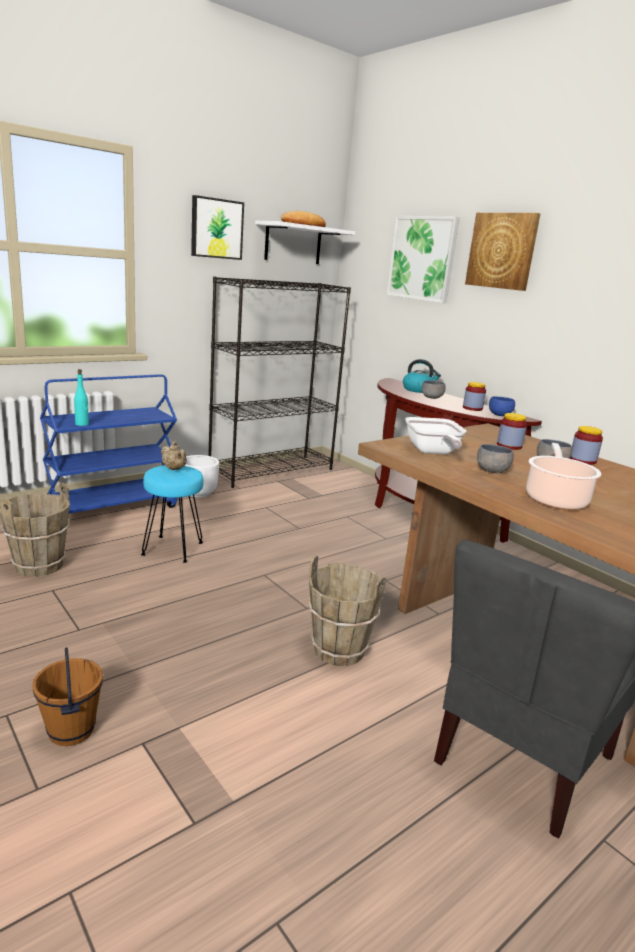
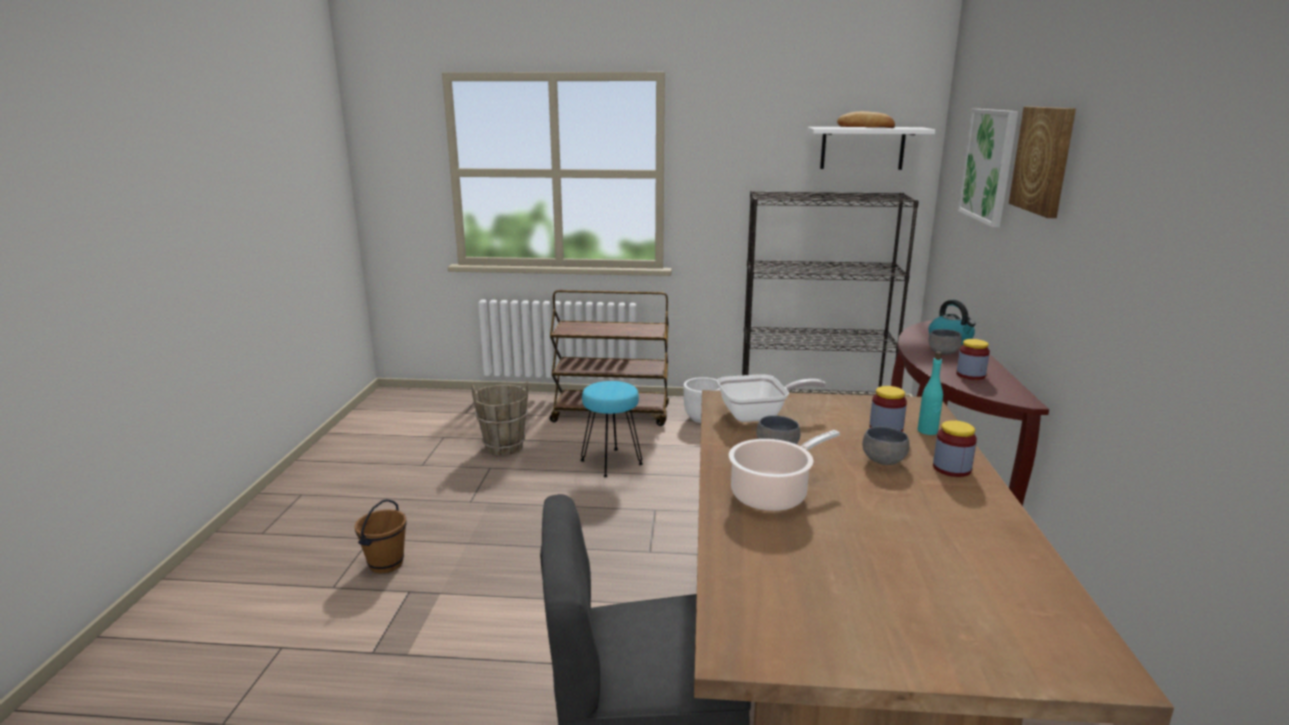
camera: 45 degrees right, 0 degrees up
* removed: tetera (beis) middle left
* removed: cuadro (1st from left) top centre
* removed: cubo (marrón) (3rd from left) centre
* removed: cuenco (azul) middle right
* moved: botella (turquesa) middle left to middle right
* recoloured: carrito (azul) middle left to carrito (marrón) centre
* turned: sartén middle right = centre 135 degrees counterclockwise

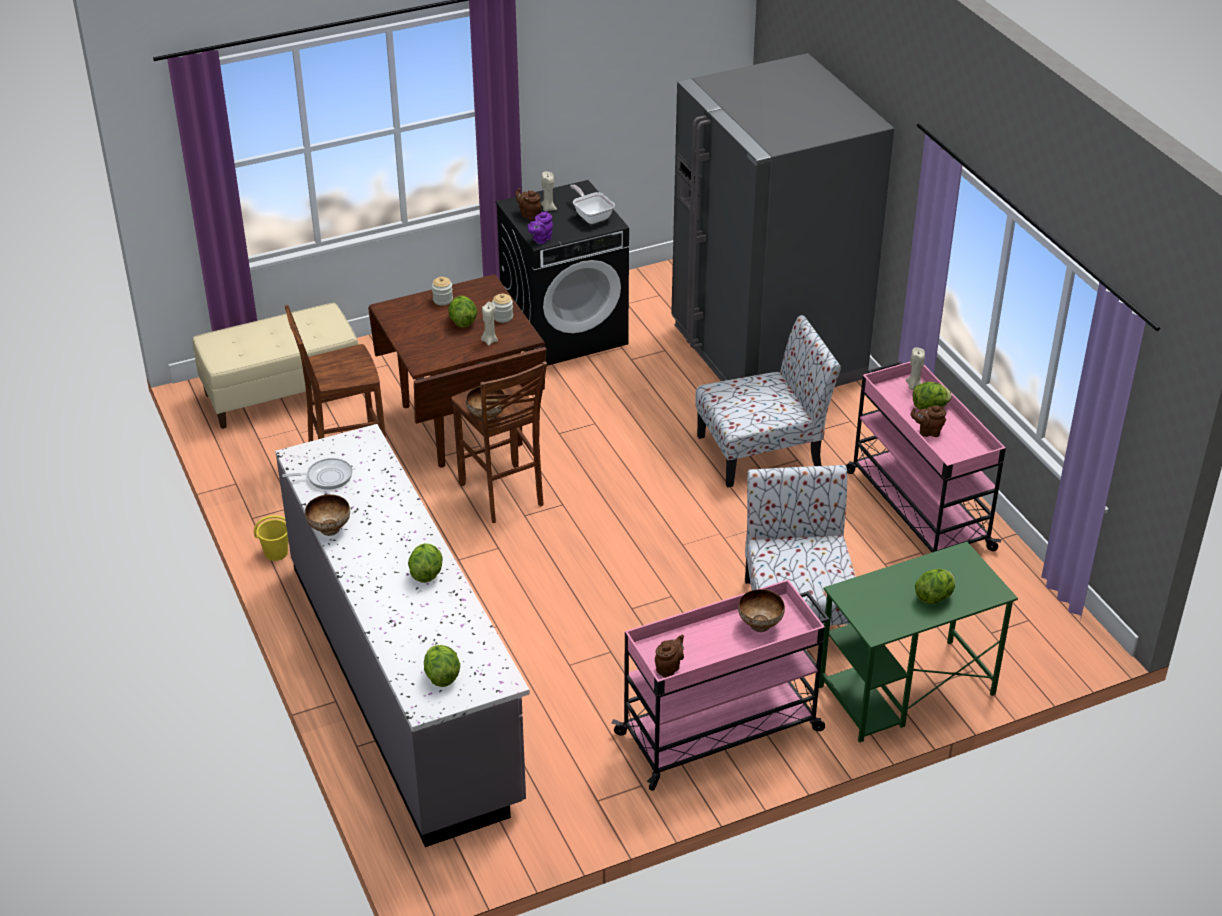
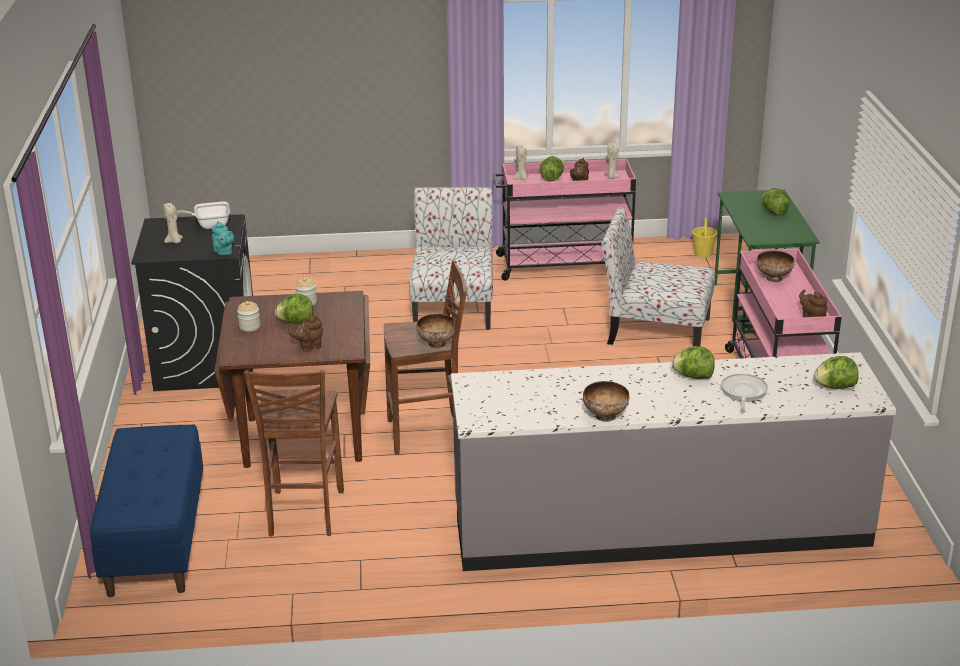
camera: 70 degrees left, 10 degrees down
* removed: nevera (gris) top centre
* moved: cubo (amarillo) middle left to middle right
* moved: sartén (1st from left in the first image) middle left to sartén (2nd from left) middle right
* moved: vela (beis) (1st from left in the first image) centre to vela (beis) (3rd from left) top centre
* moved: tetera (marrón) (1st from left) top centre to middle left
* recoloured: banco (beis) middle left to banco (azul) bottom left
* recoloured: tetera (morado) top centre to tetera (turquesa) middle left

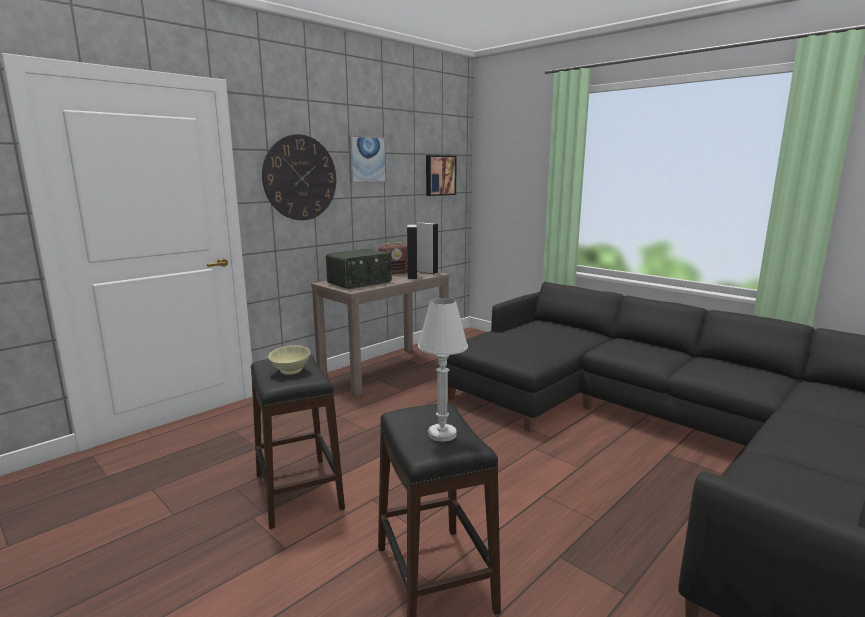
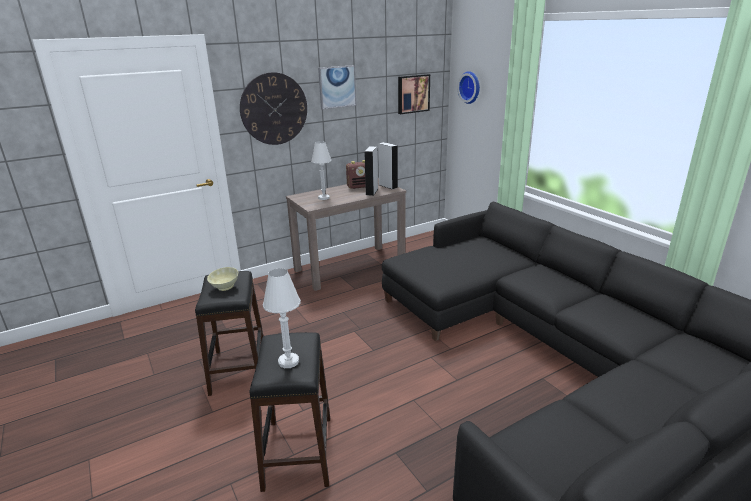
camera: 15 degrees right, 10 degrees up
* added: reloj de pared (2nd from left) top centre
* replaced: radio (1st from left) centre to lámpara de mesa (blanco) (2nd from left) centre

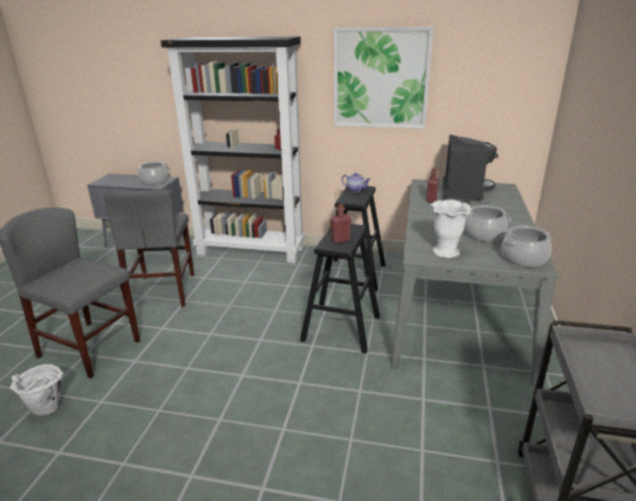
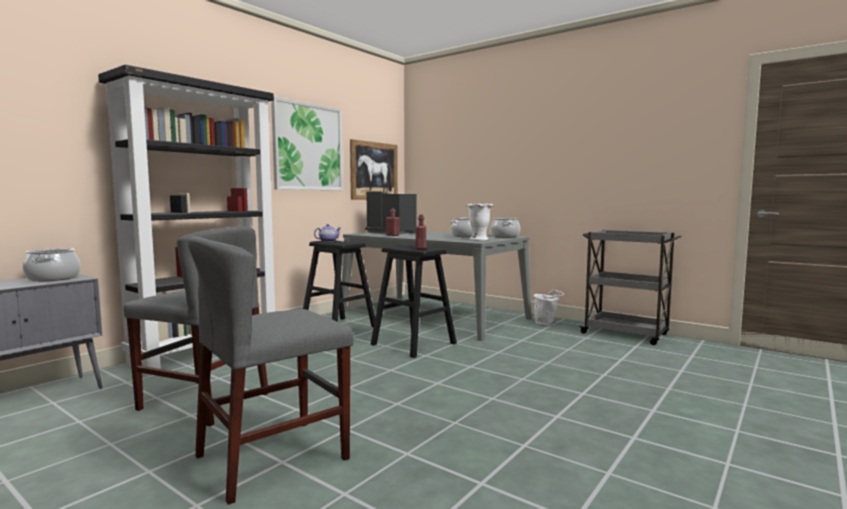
camera: 65 degrees left, 20 degrees down
* added: cuadro (2nd from left) top centre
* moved: cubo (blanco) bottom left to centre

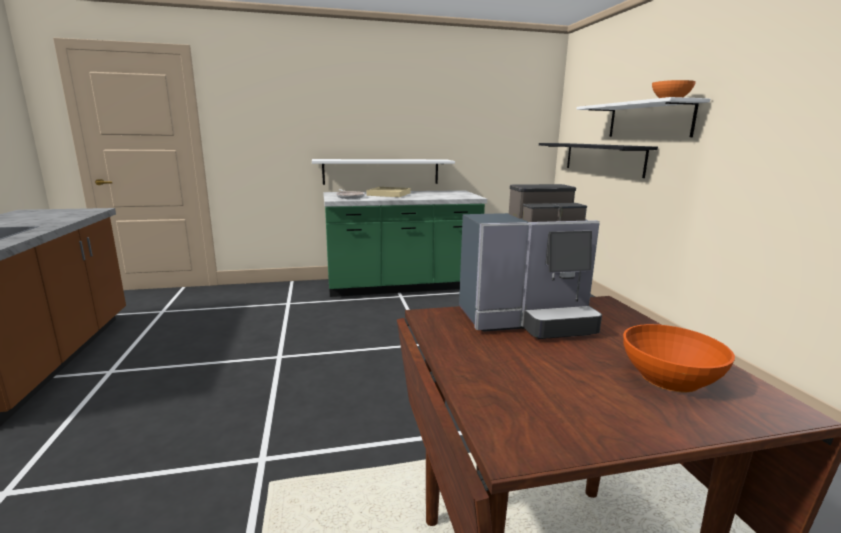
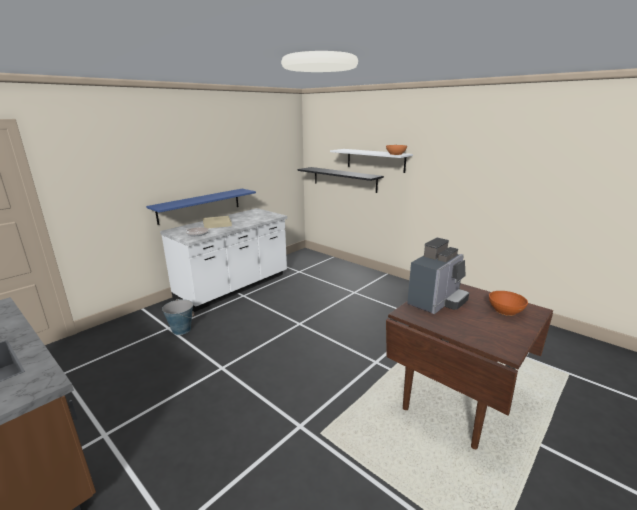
camera: 35 degrees left, 5 degrees up
* added: cubo middle left
* recoloured: estante (blanco) (1st from left) top centre to estante (azul) middle left
* recoloured: mueble bajo de cocina (verde) centre to mueble bajo de cocina (blanco) centre

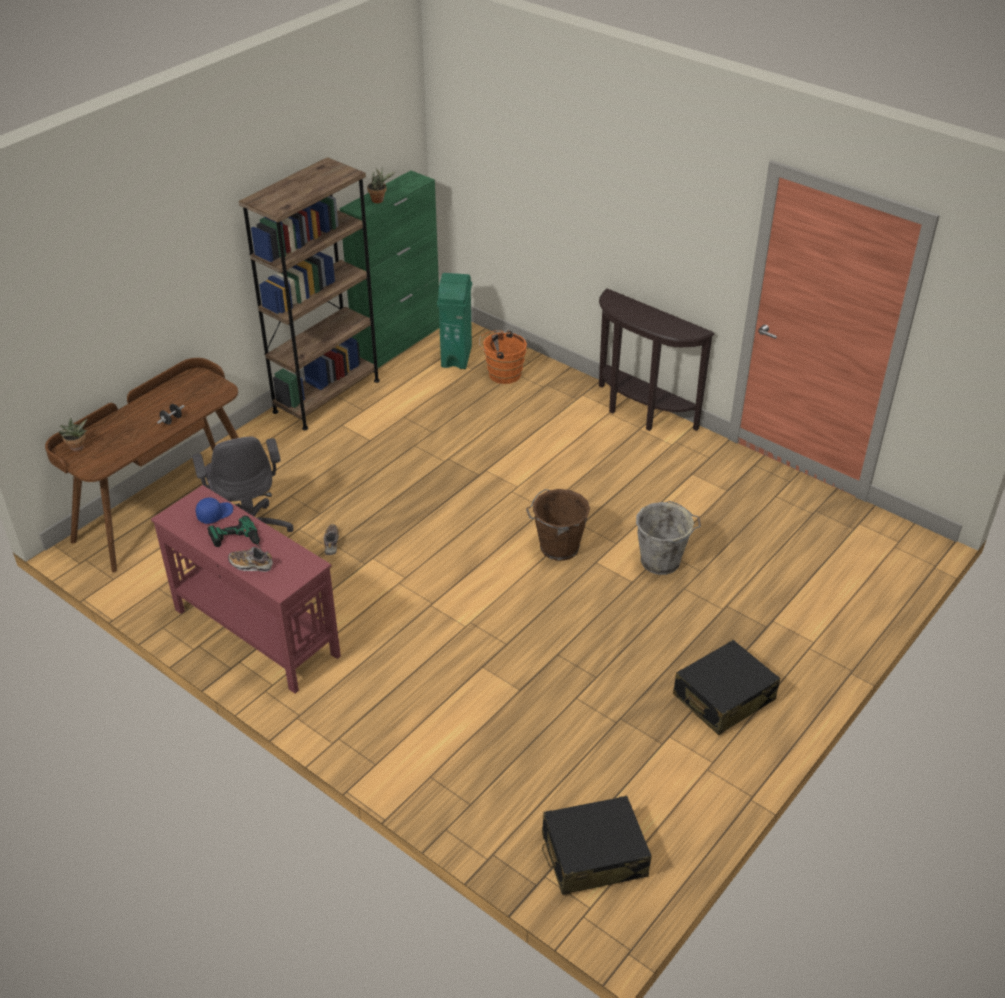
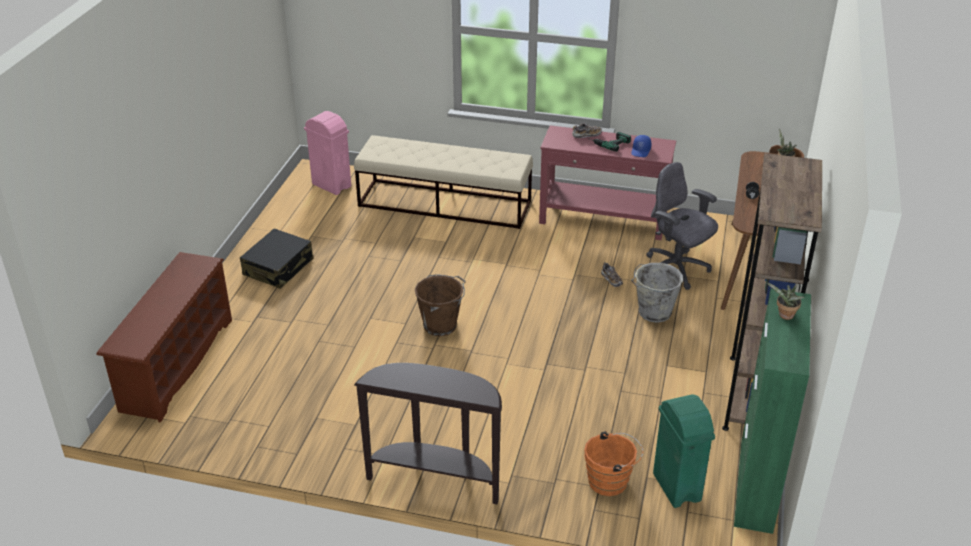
camera: 155 degrees right, 5 degrees down
* added: zapatero (marrón) middle left
* added: banco (beis) centre
* moved: cubo (gris) centre to middle right
* replaced: maleta (negro) (1st from left) bottom centre to papelera (rosa) top centre

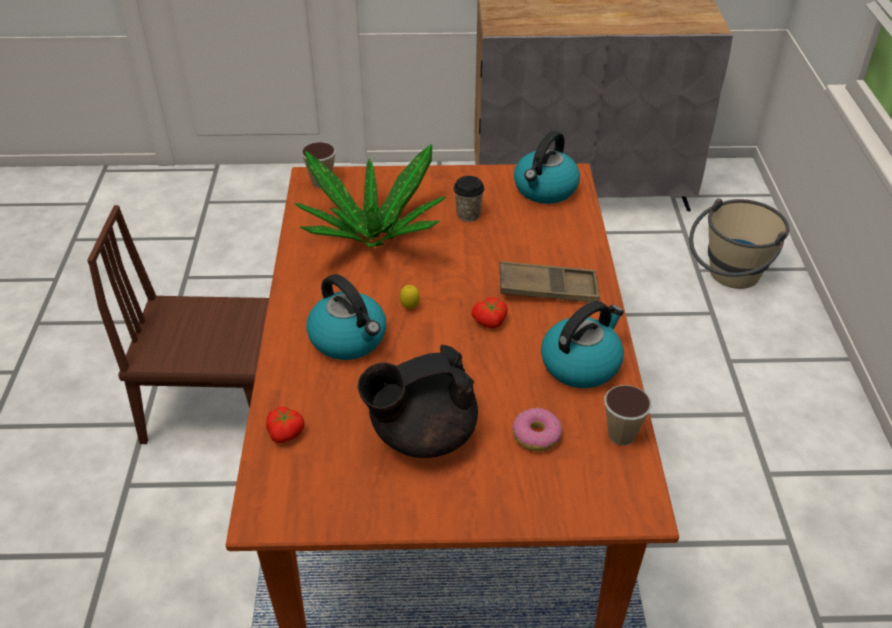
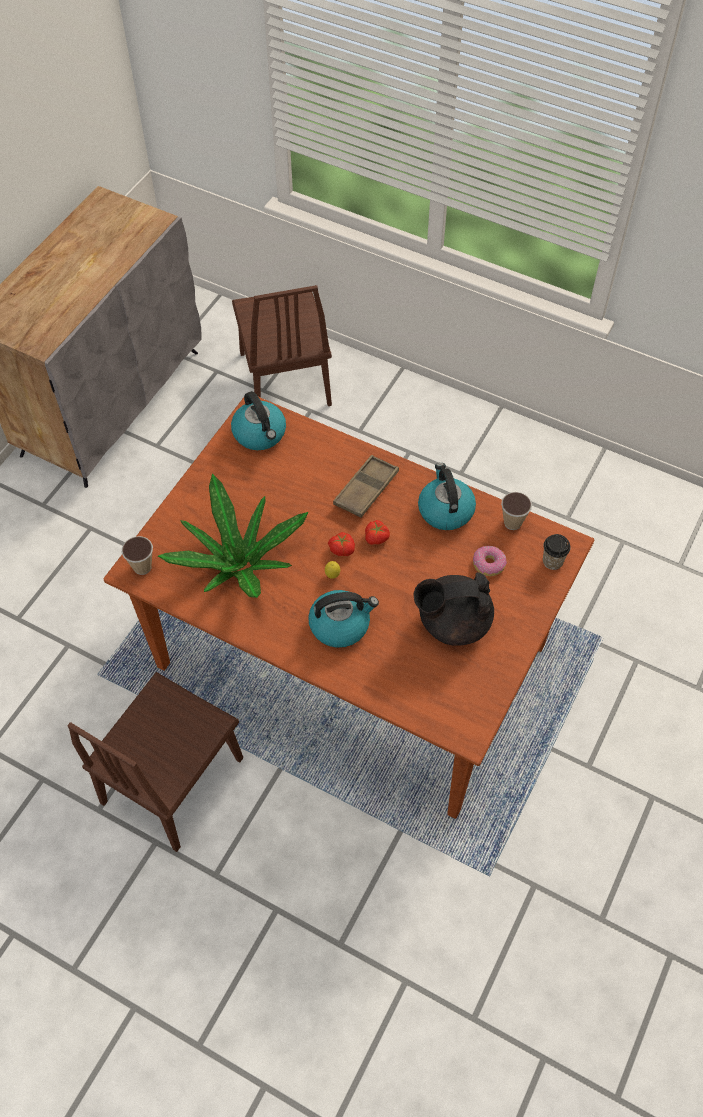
camera: 60 degrees left, 15 degrees up
* moved: tomate (1st from left) bottom left to centre
* moved: taza (2nd from left in the first image) top centre to taza (3rd from left) middle right
* replaced: cubo (beis) middle right to silla (marrón) (2nd from left) top centre
* turned: tetera (negro) centre = centre 75 degrees clockwise

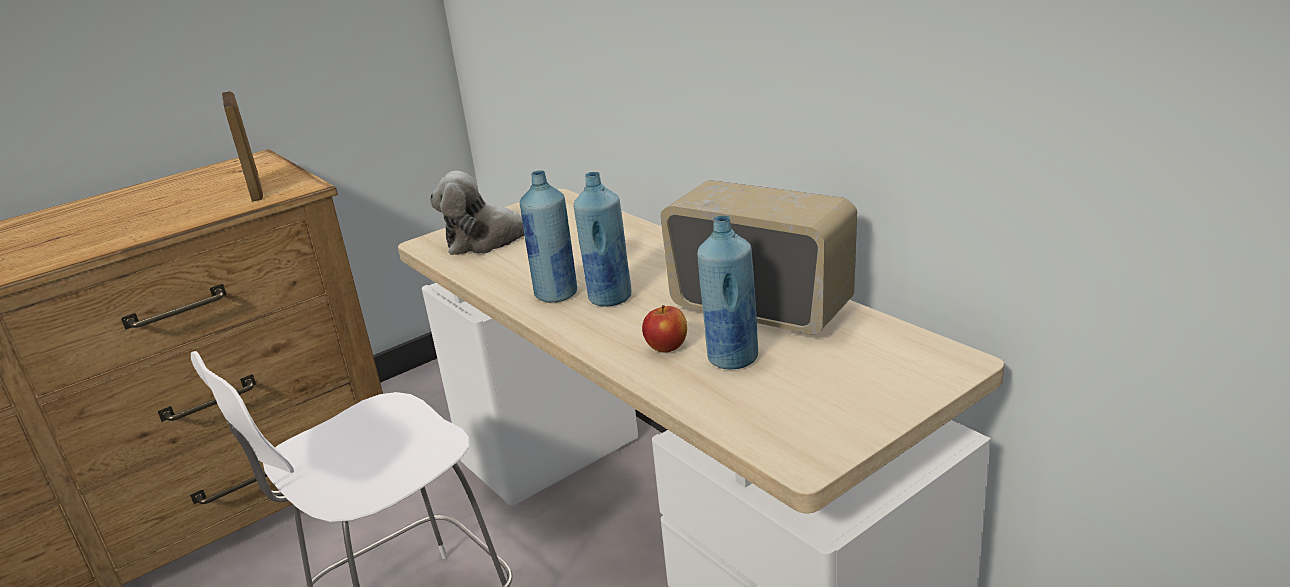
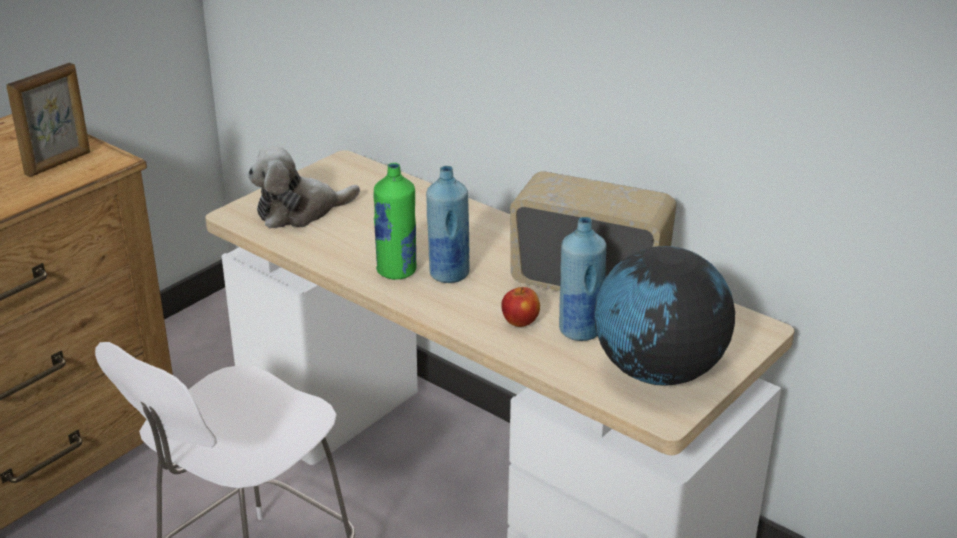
camera: 15 degrees left, 5 degrees up
* added: globo terráqueo middle right
* recoloured: botella (azul) (1st from left) centre to botella (verde) centre
* turned: portarretratos top left = top left 75 degrees clockwise

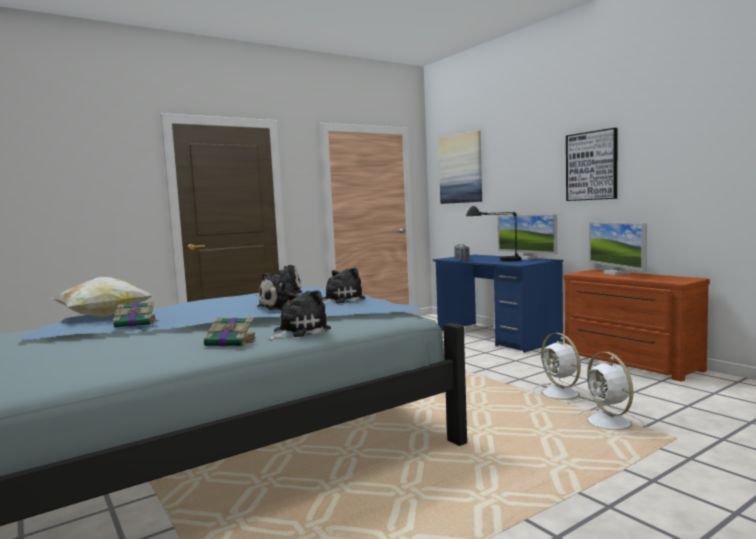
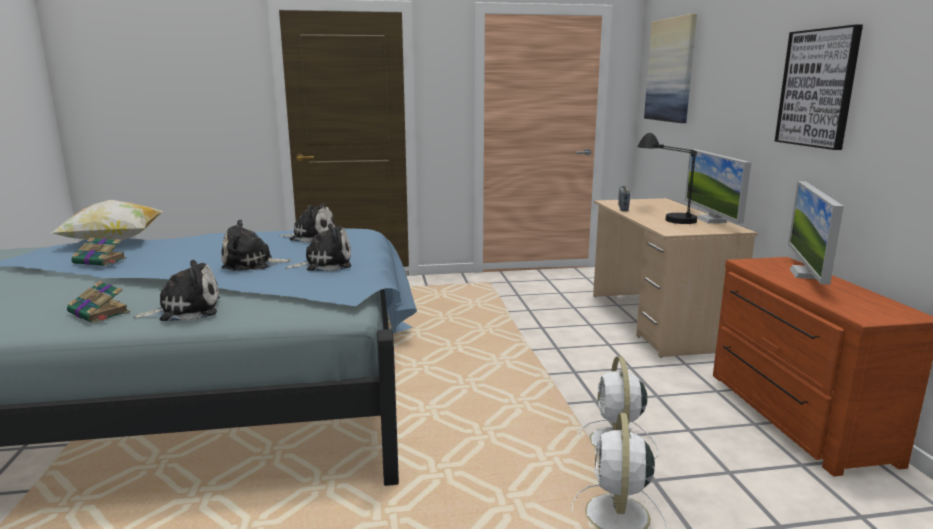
camera: 25 degrees right, 10 degrees up
* recoloured: escritorio (azul) centre to escritorio (beis) middle right

